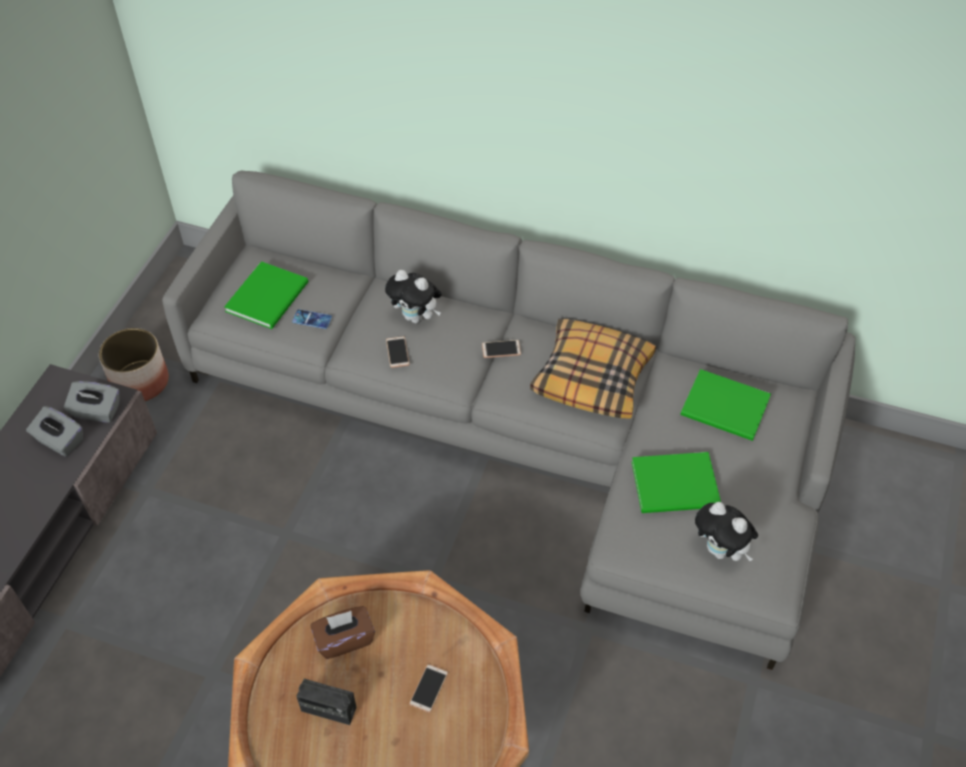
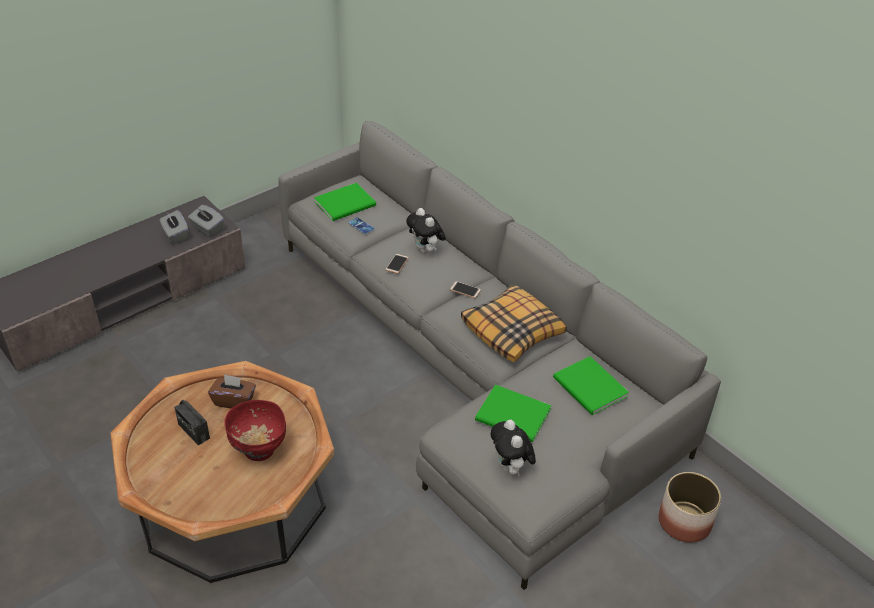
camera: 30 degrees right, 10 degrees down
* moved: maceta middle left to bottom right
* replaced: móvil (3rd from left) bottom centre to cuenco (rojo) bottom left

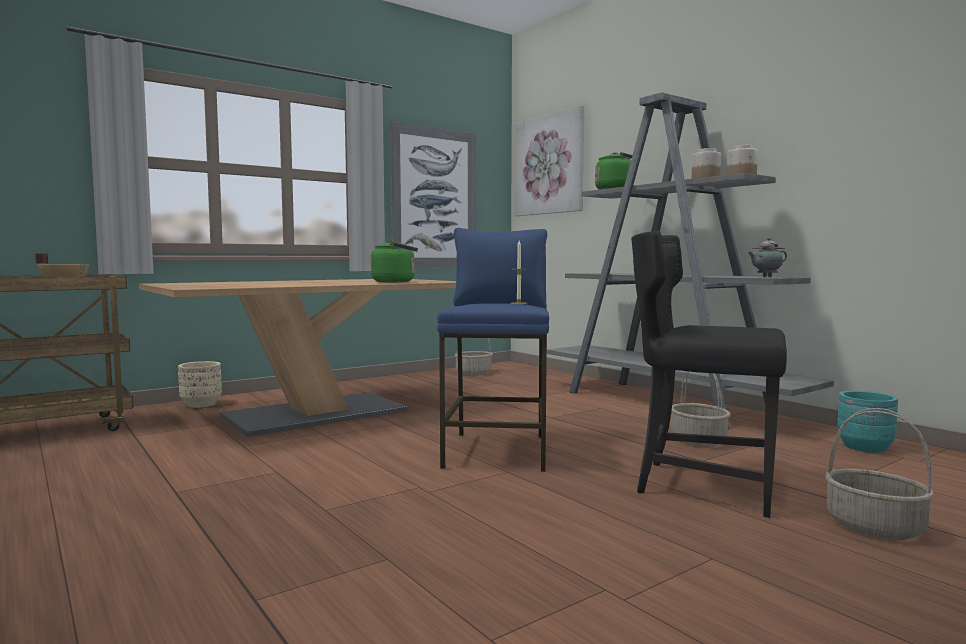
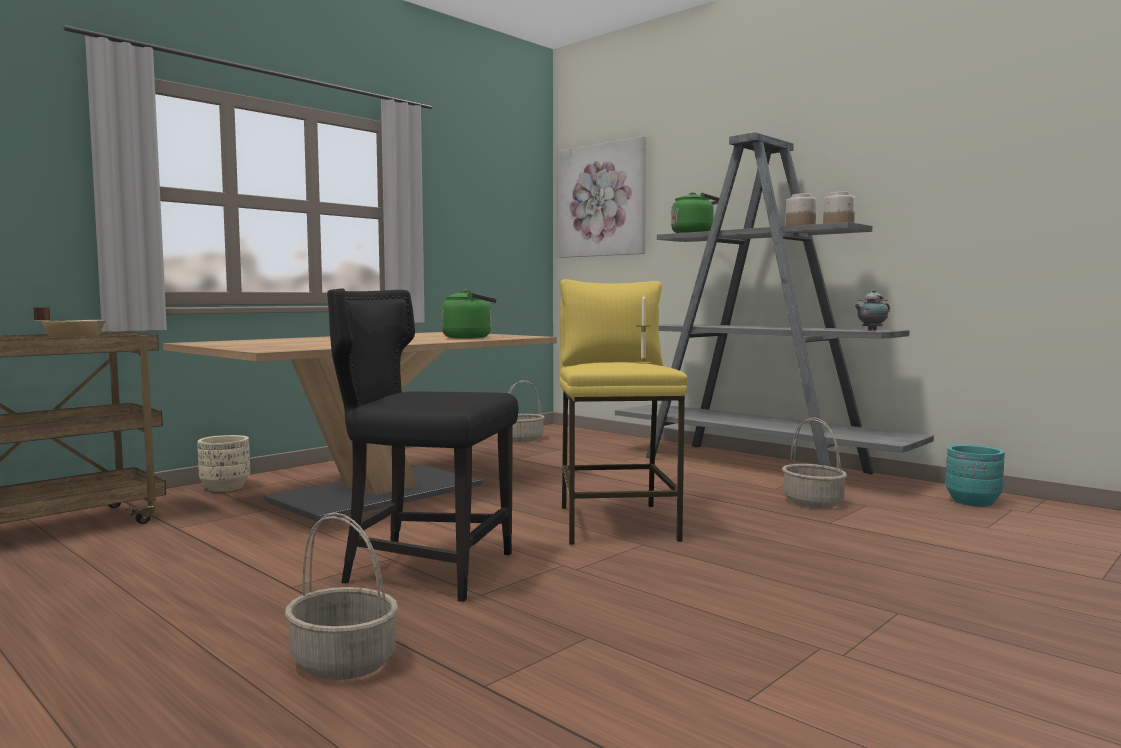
camera: 10 degrees left, 0 degrees up
* removed: cuadro (1st from left) top centre
* moved: silla (negro) middle right to centre
* moved: cesta (3rd from left in the first image) bottom right to cesta (1st from left) bottom left
* recoloured: taburete (azul) centre to taburete (amarillo) centre

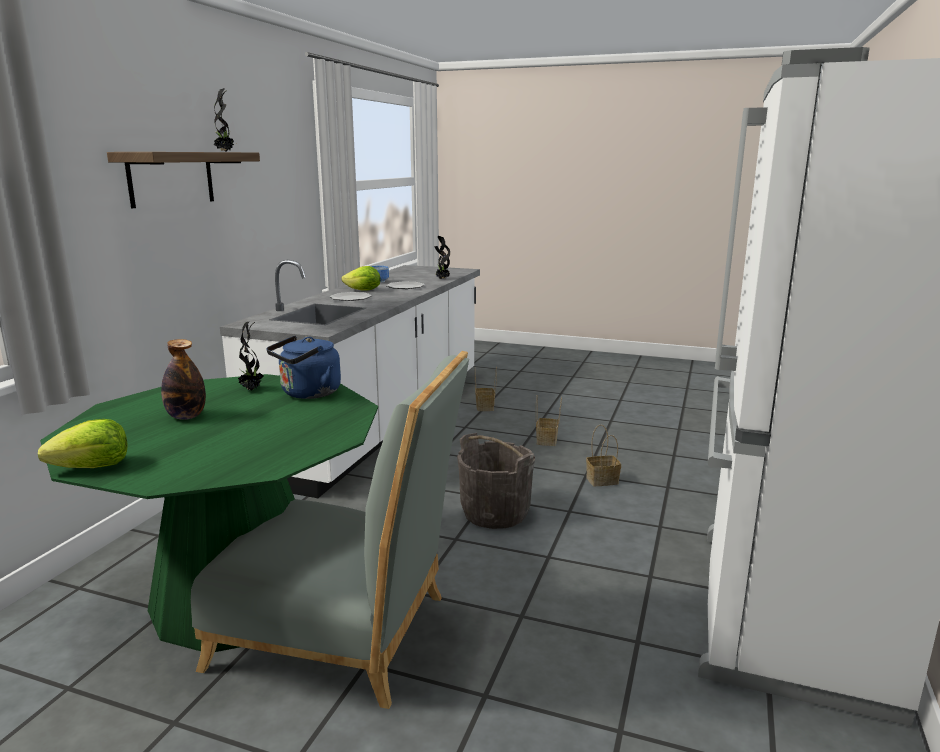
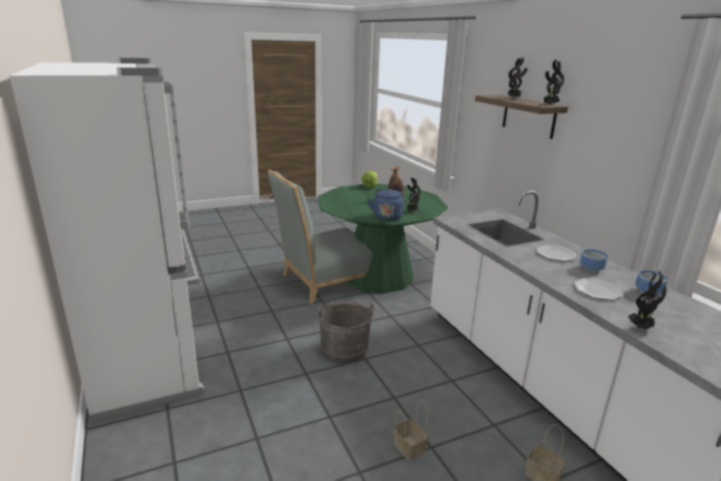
camera: 135 degrees right, 5 degrees up
* removed: cesta (3rd from left) centre
* added: planta en maceta (2nd from left) top right
* replaced: lechuga (2nd from left) centre to cuenco (1st from left) middle right

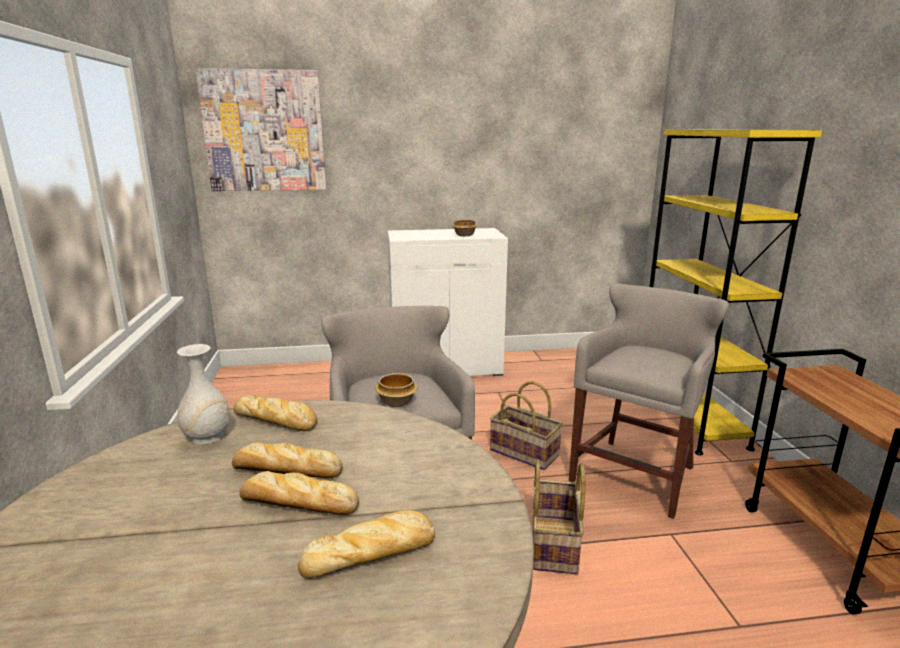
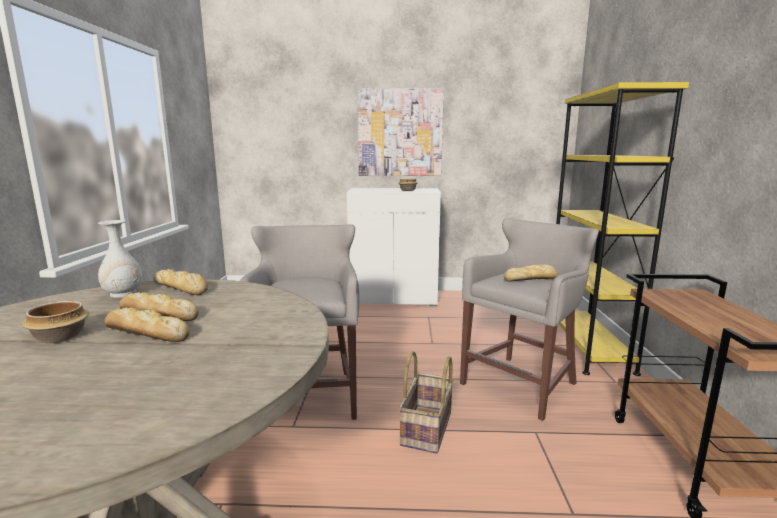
camera: 10 degrees right, 5 degrees down
* removed: cesta (1st from left) centre
* moved: cuadro top left to top centre
* moved: pan (4th from left) bottom centre to middle right
* moved: cuenco (1st from left) centre to middle left

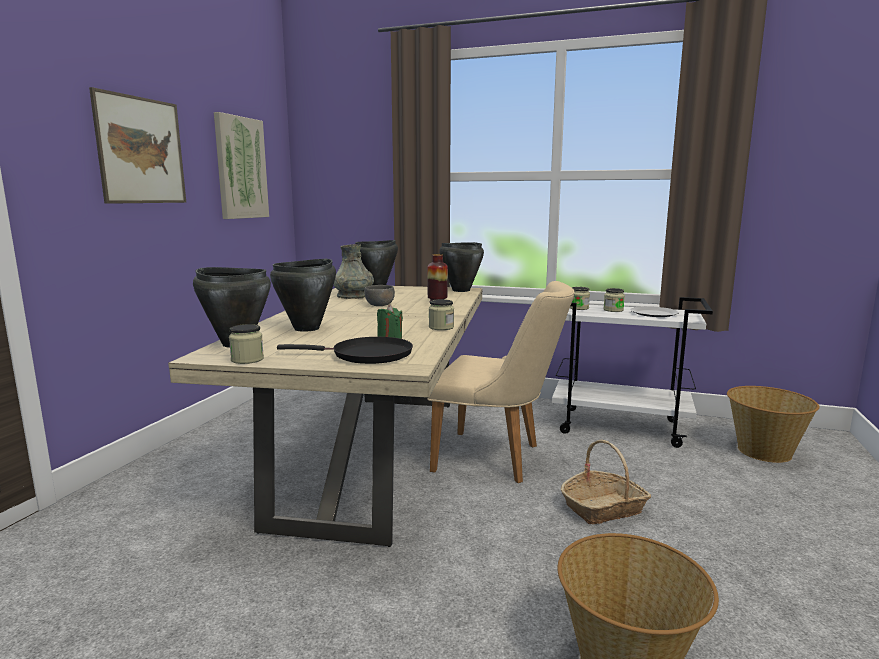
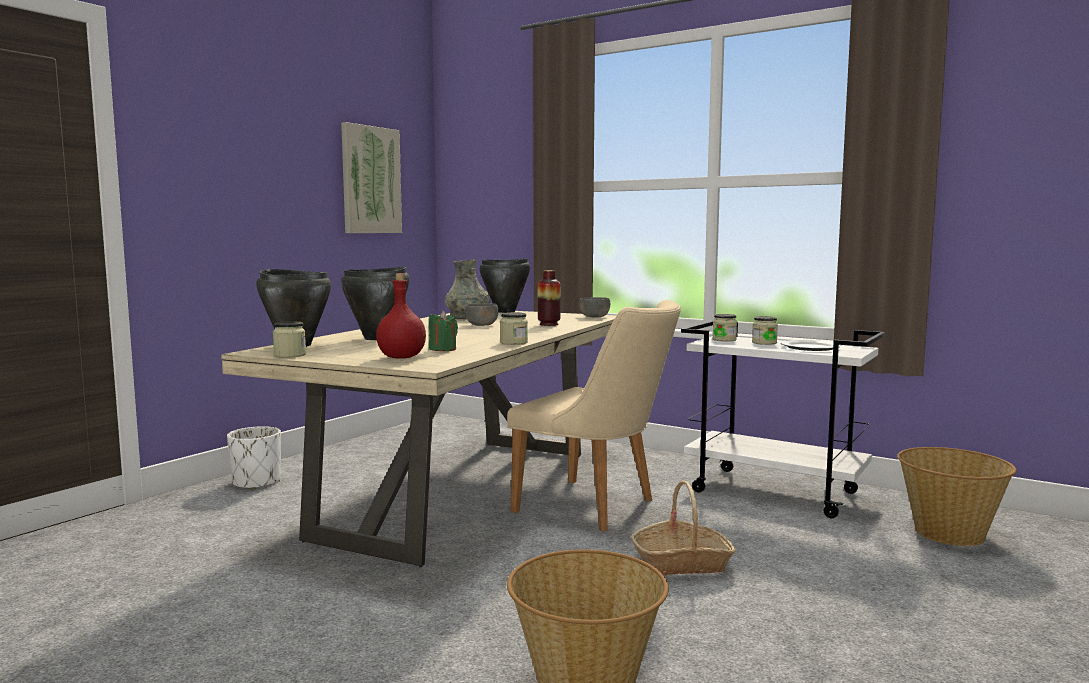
camera: 15 degrees right, 5 degrees down
* removed: cuadro (1st from left) top left
* added: maceta (blanco) bottom left
* replaced: sartén (negro) centre to botella (rojo) centre
* replaced: olla (negro) (4th from left) centre to cuenco (gris) (2nd from left) centre

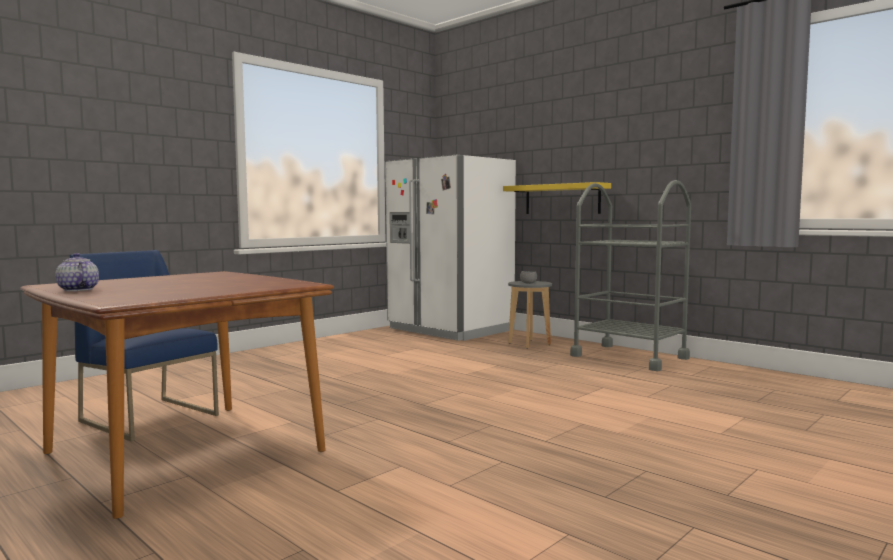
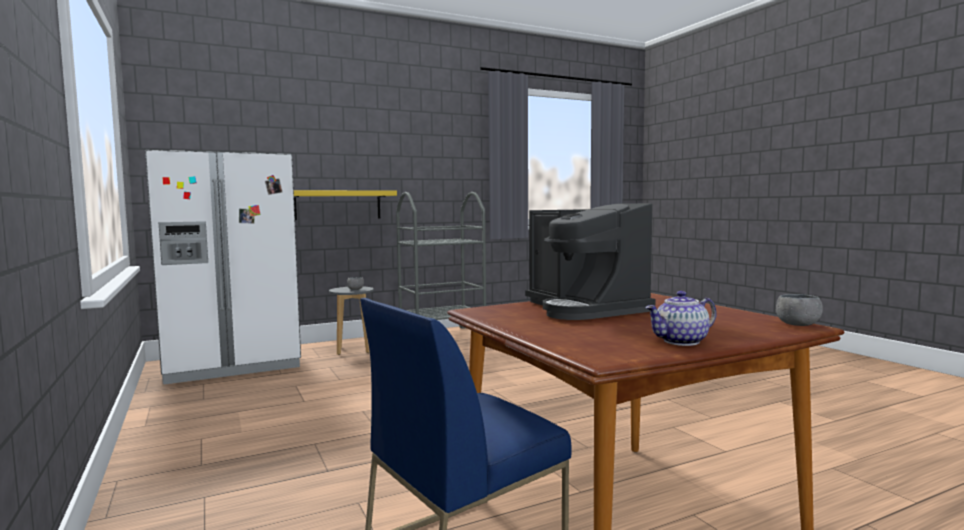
camera: 70 degrees left, 0 degrees up
* added: cafetera centre
* added: cuenco (gris) (2nd from left) middle right

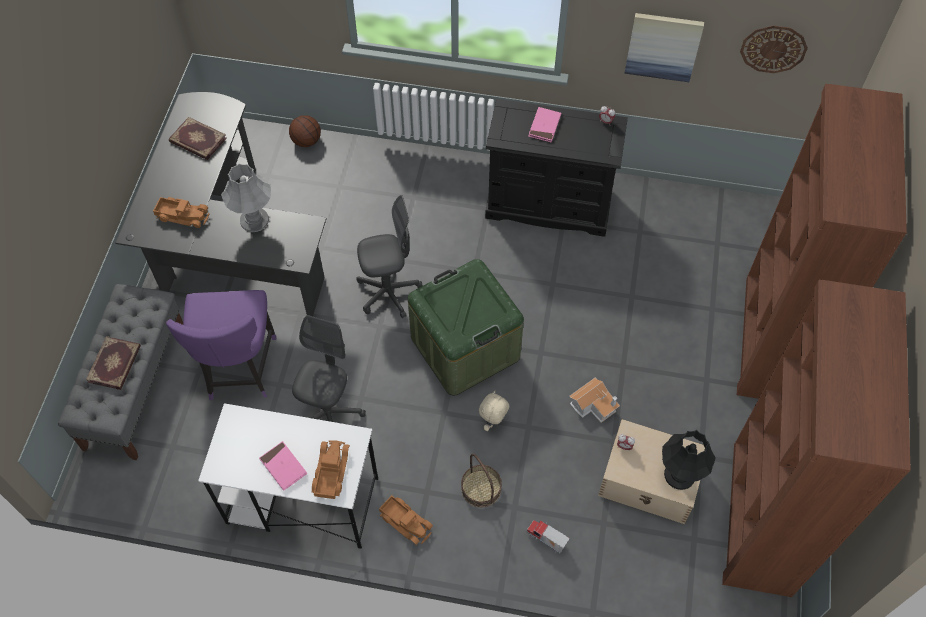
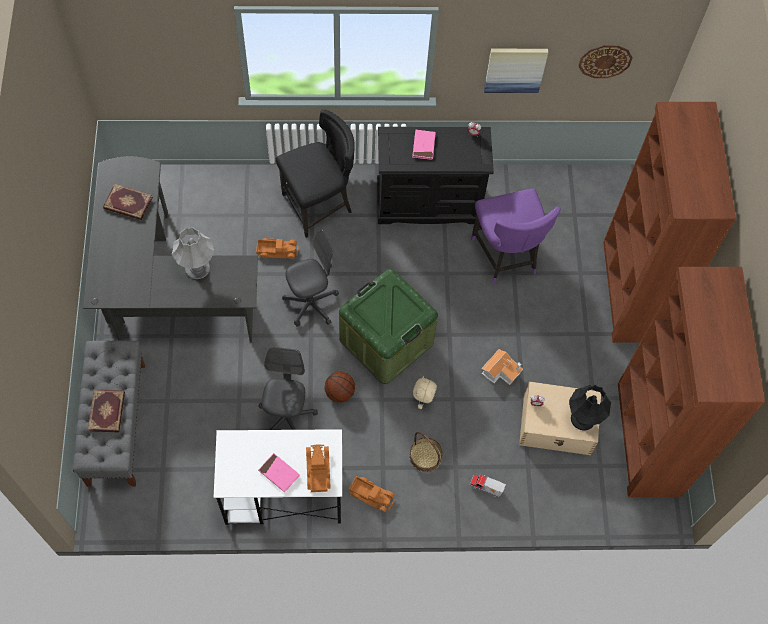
camera: 15 degrees left, 5 degrees up
* added: silla (negro) top centre
* moved: camión de juguete (1st from left) middle left to centre
* moved: silla (morado) middle left to middle right
* moved: balón de baloncesto top left to centre

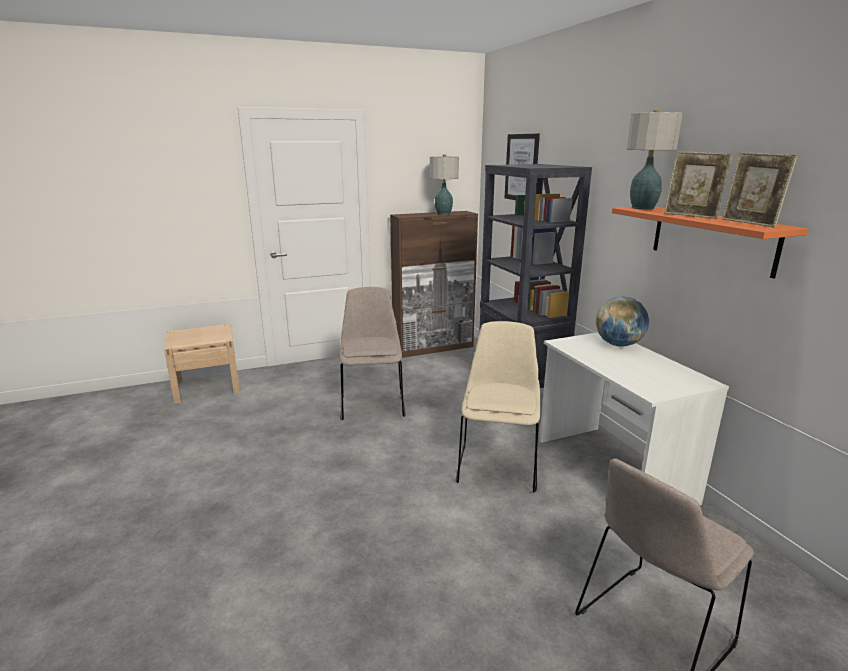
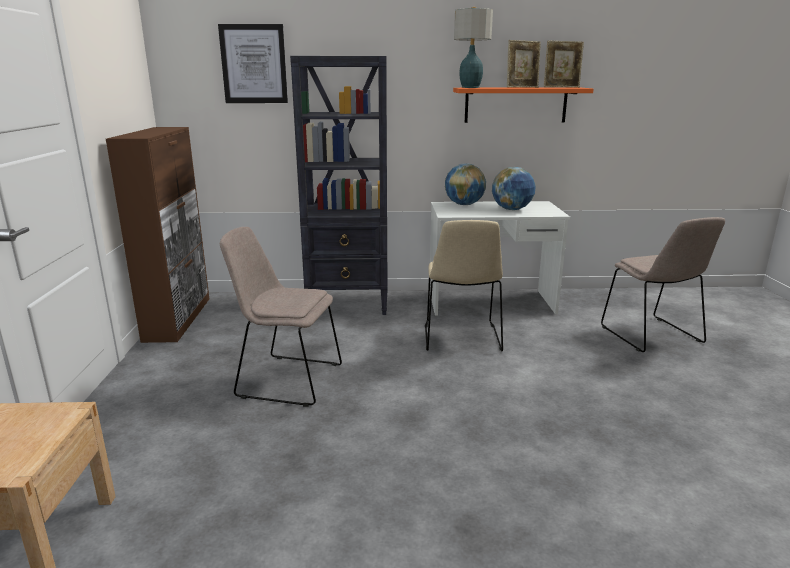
camera: 70 degrees left, 0 degrees up
* removed: lámpara de mesa (1st from left) top centre
* added: globo terráqueo (2nd from left) top centre
* turned: silla (beis) (2nd from left) centre = centre 120 degrees counterclockwise

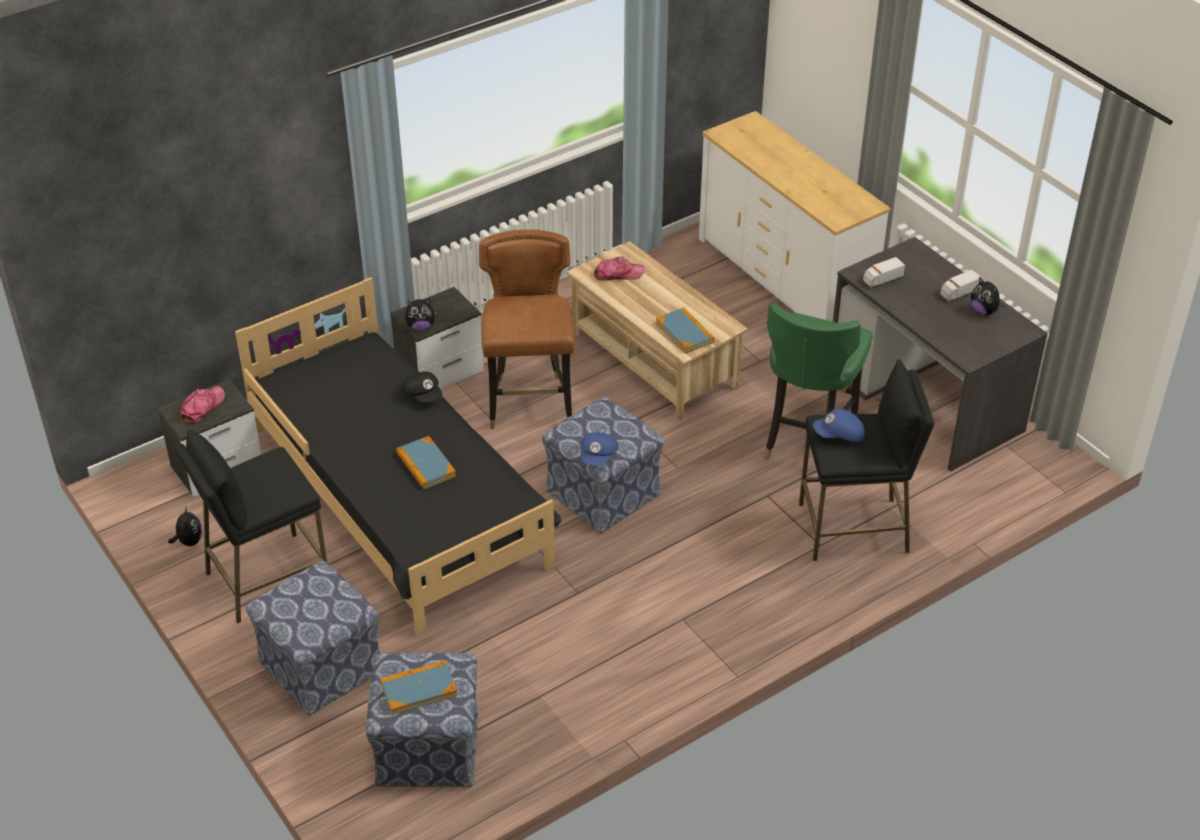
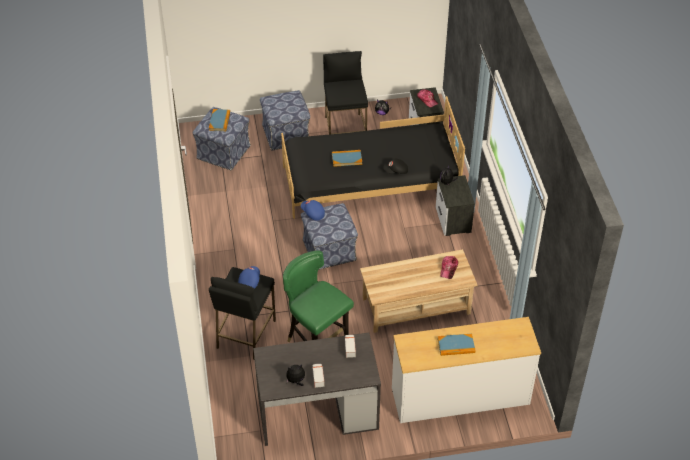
camera: 115 degrees right, 5 degrees up
* removed: silla (marrón) centre
* moved: libro (3rd from left) centre to bottom centre

